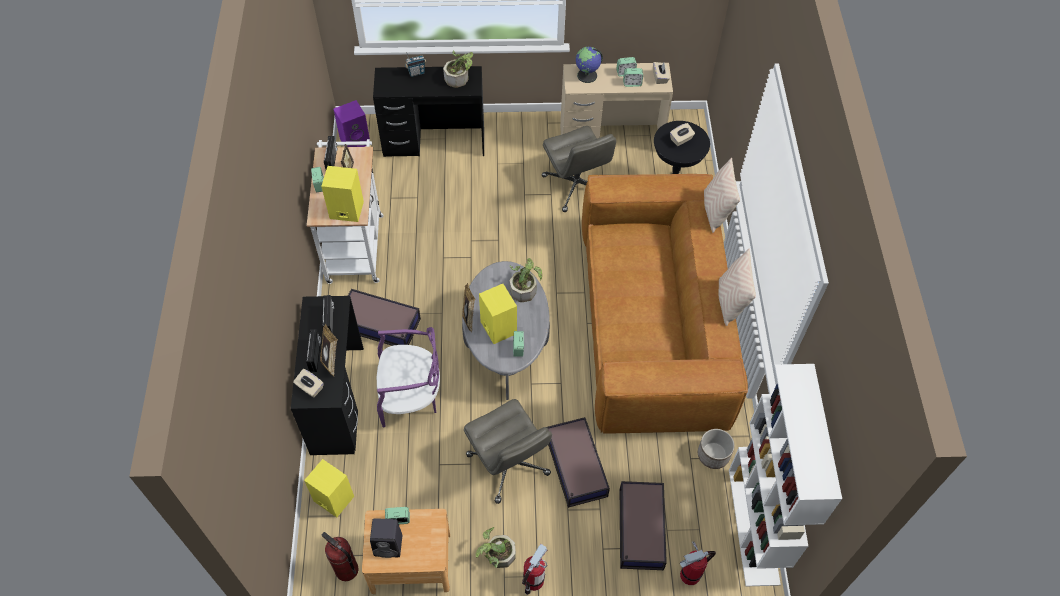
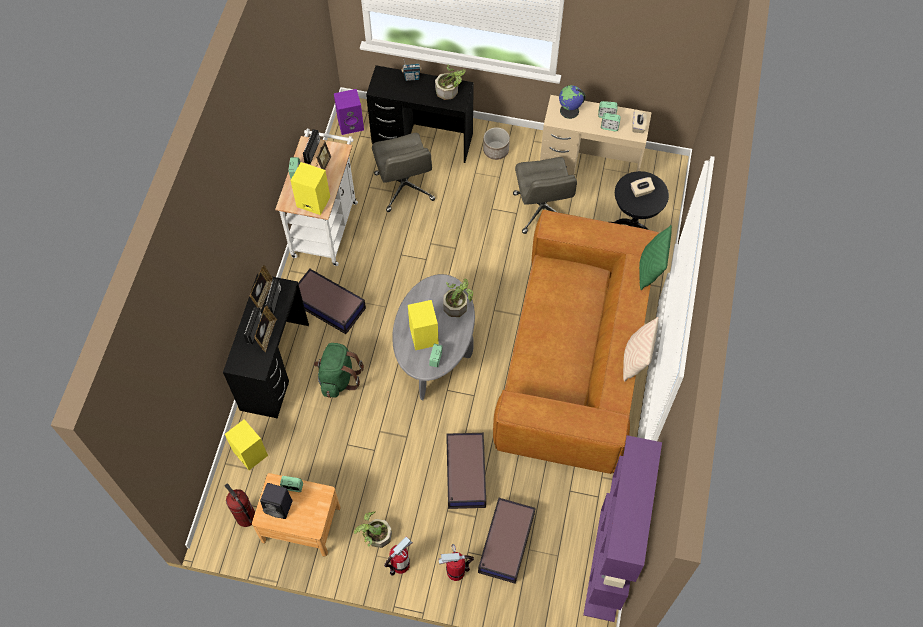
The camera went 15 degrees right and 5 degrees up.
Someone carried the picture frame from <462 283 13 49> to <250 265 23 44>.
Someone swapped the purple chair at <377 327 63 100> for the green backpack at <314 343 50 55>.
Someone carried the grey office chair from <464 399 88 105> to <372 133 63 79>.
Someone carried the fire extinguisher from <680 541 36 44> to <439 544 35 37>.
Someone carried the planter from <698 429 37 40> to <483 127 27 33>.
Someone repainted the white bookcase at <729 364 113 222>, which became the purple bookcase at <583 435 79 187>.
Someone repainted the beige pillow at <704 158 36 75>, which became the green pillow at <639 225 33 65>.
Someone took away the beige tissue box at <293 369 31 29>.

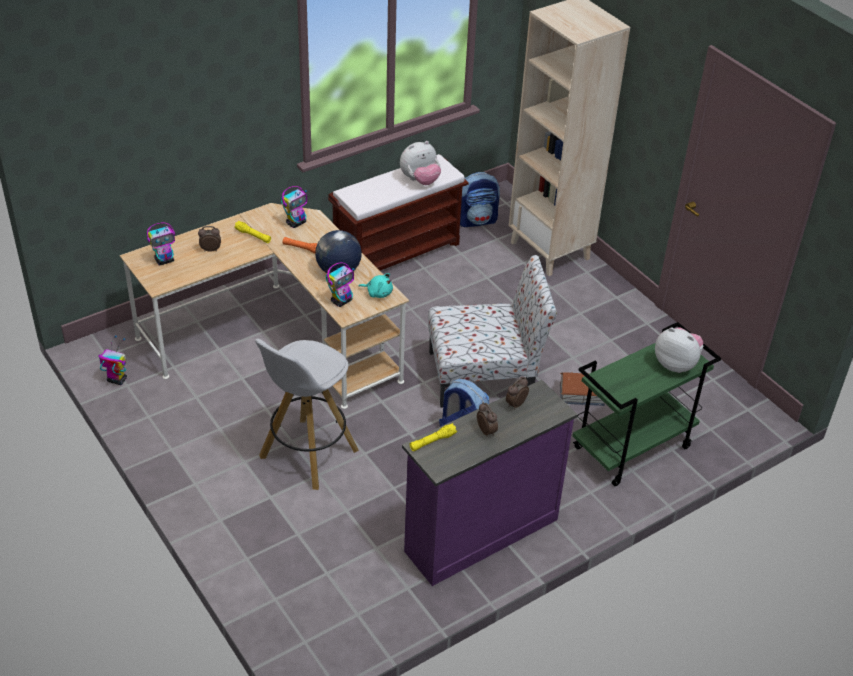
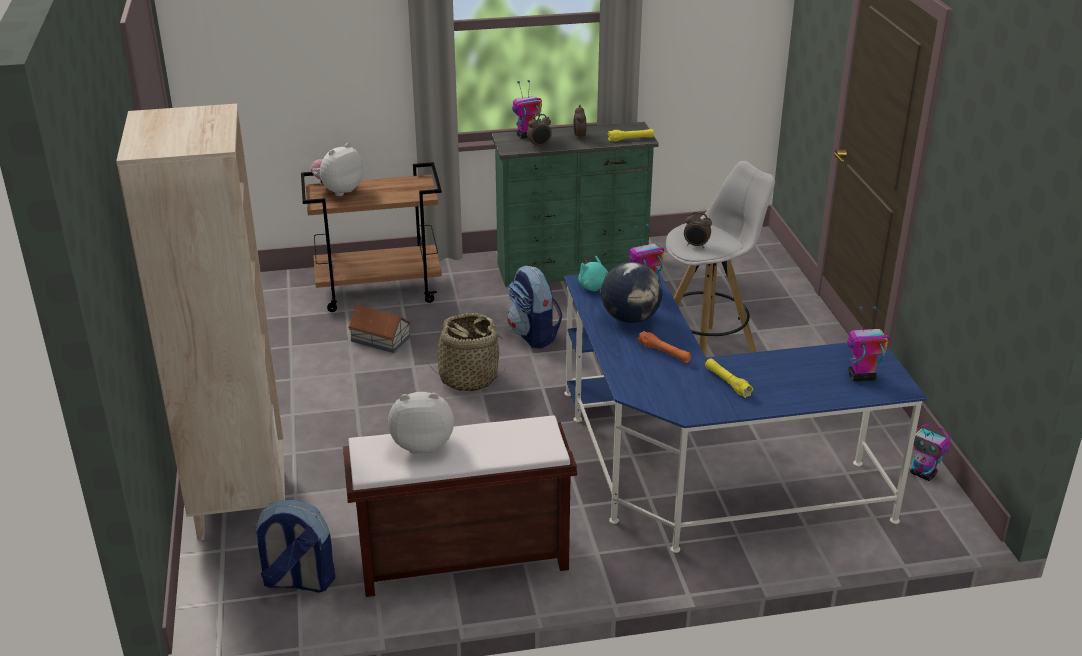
The camera went 155 degrees left and 10 degrees down.
Someone repainted the green cart at <573 322 148 164>, which became the brown cart at <301 162 141 150>.
Someone rotated the plush toy at <655 327 48 46> by 75 degrees clockwise.
Someone swapped the chair at <428 255 129 153> for the basket at <425 313 81 78>.
Someone repainted the purple dresser at <402 380 176 206>, which became the green dresser at <492 122 166 165>.
Someone carried the toy robot from <281 186 26 42> to <512 80 30 59>.
Someone repainted the beige desk at <120 203 289 206>, which became the blue desk at <564 267 363 286>.
Someone carried the alarm clock from <198 226 23 26> to <684 212 28 36>.

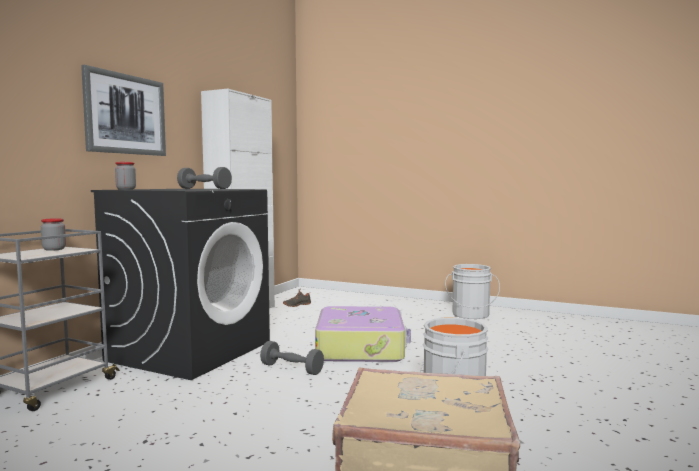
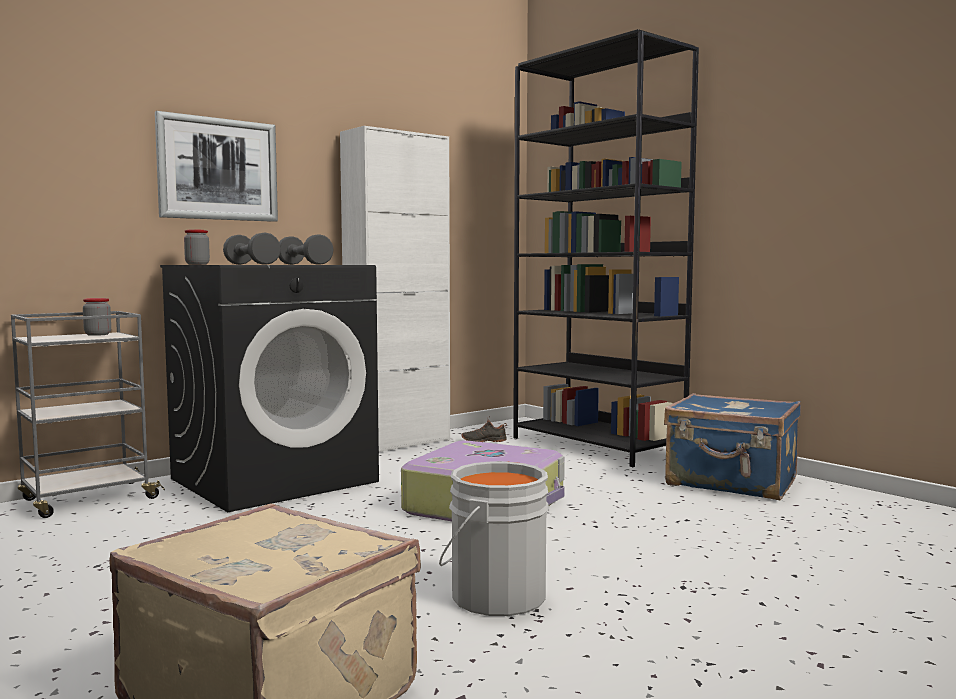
The camera went 25 degrees right and 0 degrees up.
Someone carried the grey dumbbell from <260 341 64 34> to <223 233 58 32>.
Someone put down the black bookcase at <513 29 186 438>.
Someone swapped the grey bucket at <445 264 55 55> for the blue suitcase at <664 393 137 107>.

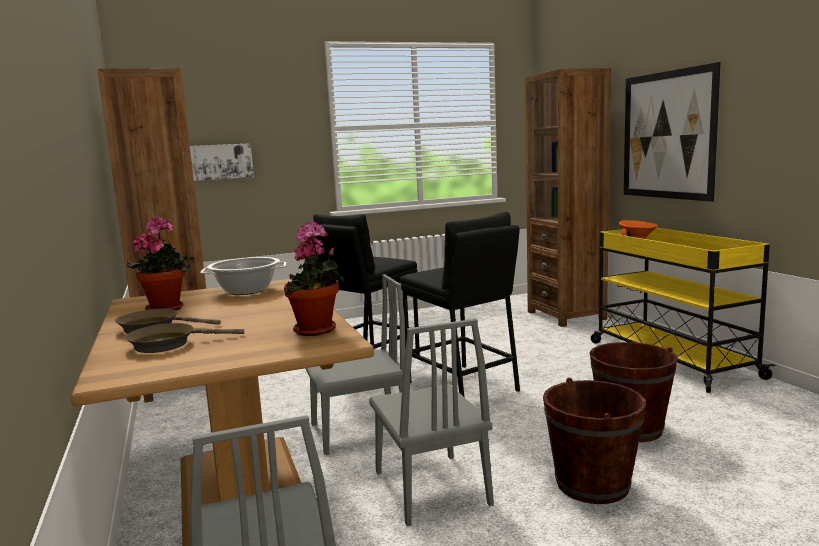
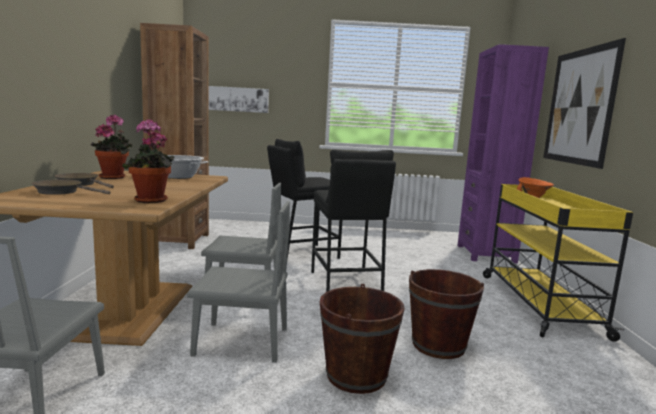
The camera went 20 degrees right and 0 degrees up.
Someone rotated the grey chair at <369 319 125 207> by 90 degrees counterclockwise.
Someone repainted the brown bookcase at <525 68 86 259>, which became the purple bookcase at <457 44 92 220>.

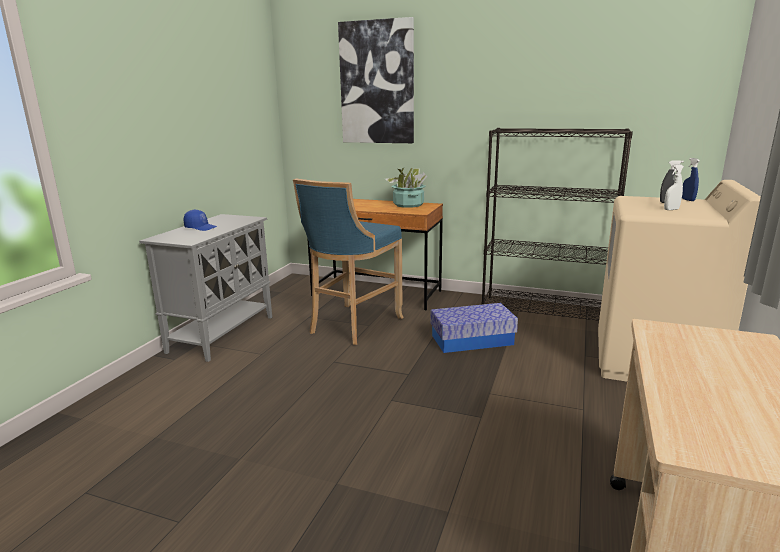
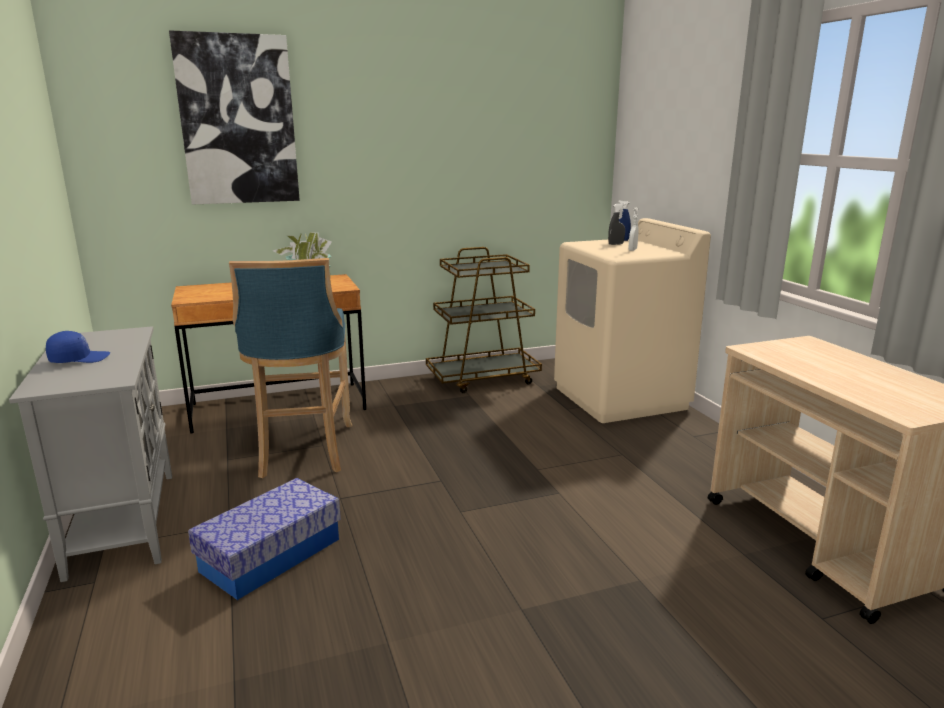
The camera went 40 degrees left and 0 degrees up.
Someone carried the storage box from <430 303 88 50> to <188 478 153 122>.
Someone swapped the black bookcase at <481 128 152 193> for the brown cart at <426 247 116 146>.

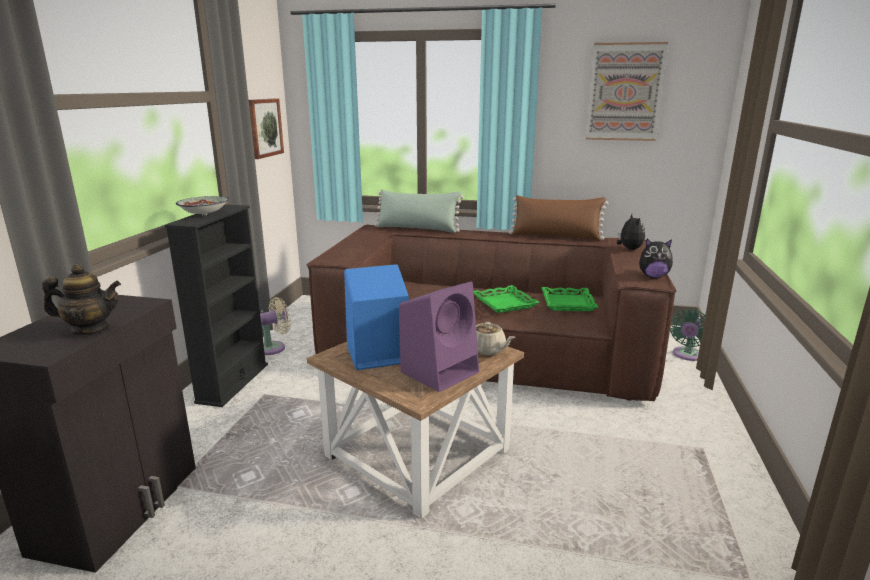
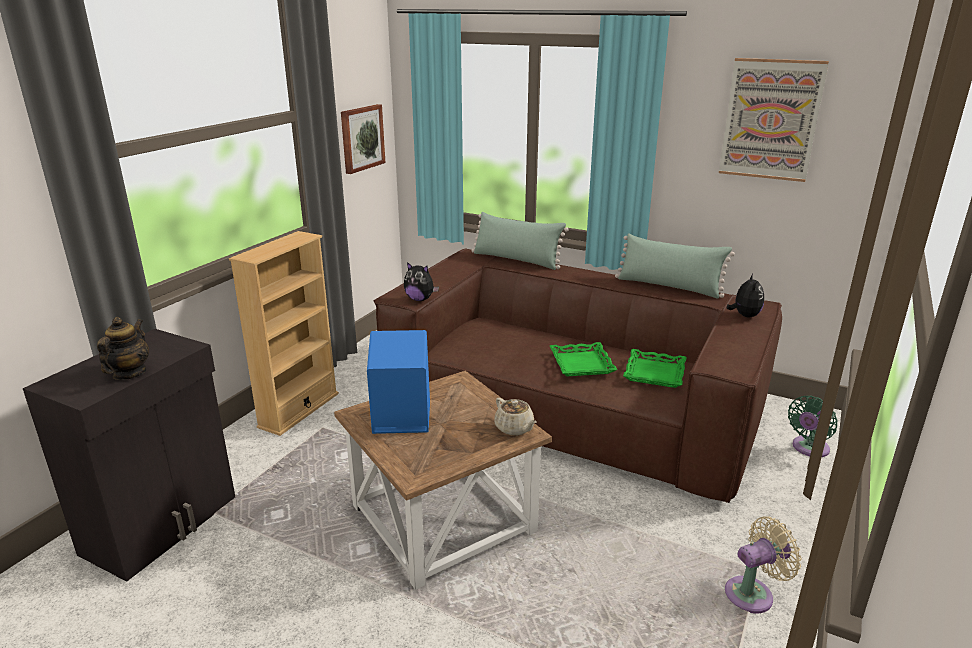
The camera went 15 degrees right and 5 degrees up.
Someone rotated the teapot at <42 264 79 72> by 90 degrees counterclockwise.
Someone repainted the black bookcase at <165 204 103 203>, which became the beige bookcase at <229 231 110 205>.
Someone carried the plush toy from <639 239 34 39> to <404 262 35 39>.
Someone repainted the brown pillow at <509 195 99 46>, which became the green pillow at <615 233 120 66>.
Someone carried the beige fan from <260 297 31 58> to <725 516 77 97>.
Someone took away the bowl at <176 196 53 20>.
Someone took away the purple speaker at <399 281 80 111>.

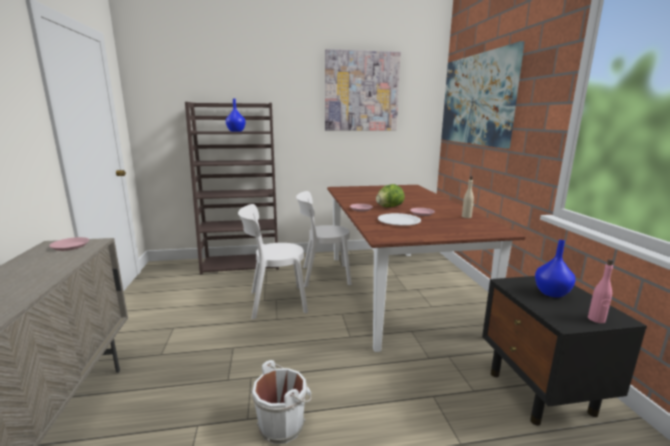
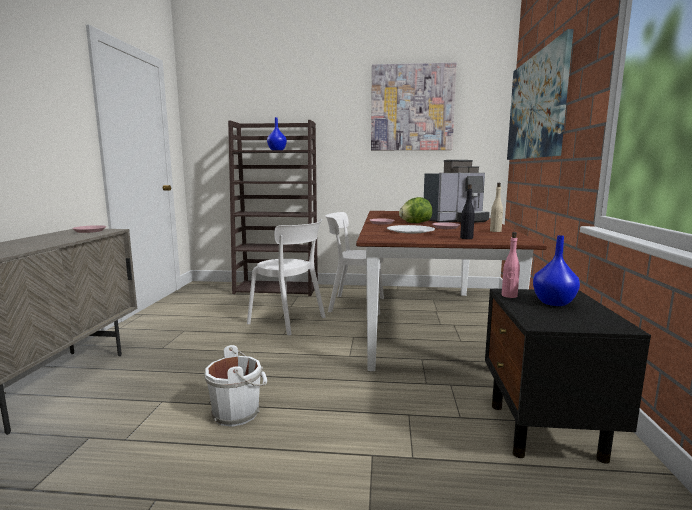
The camera went 15 degrees right and 5 degrees down.
Someone rotated the white chair at <238 204 70 115> by 150 degrees counterclockwise.
Someone put down the coffee machine at <424 160 66 63>.
Someone put down the black bottle at <460 184 15 55>.
Someone carried the pink bottle from <588 259 25 64> to <502 232 18 66>.

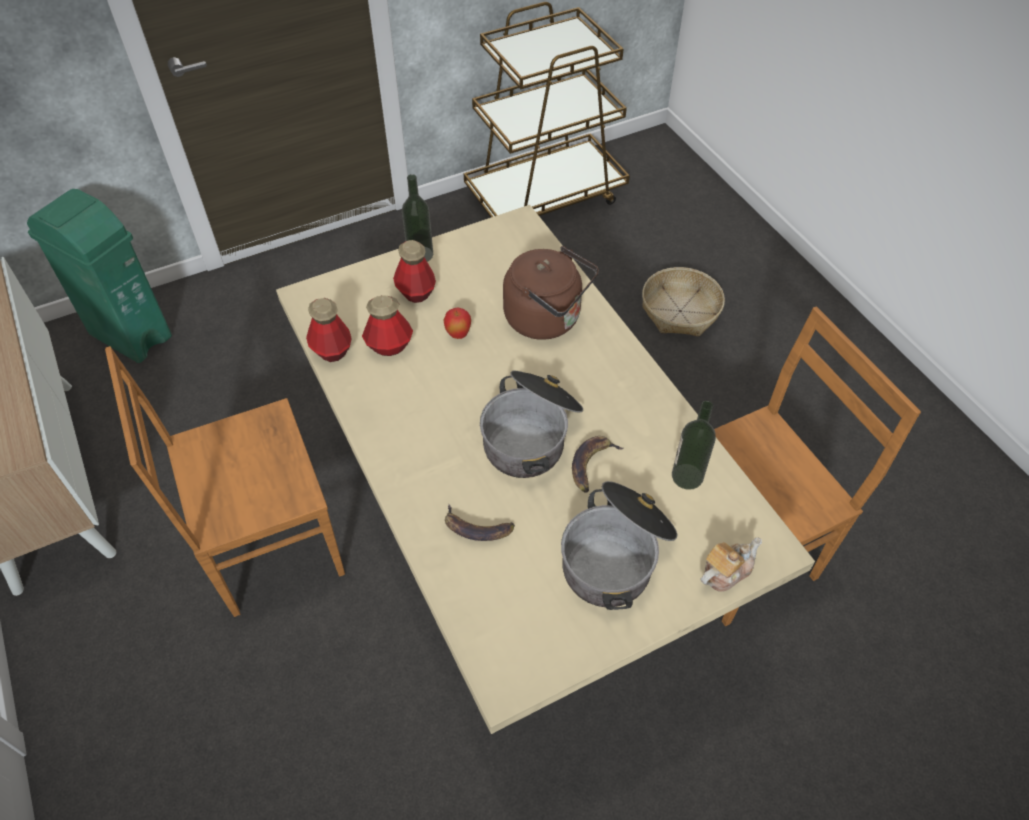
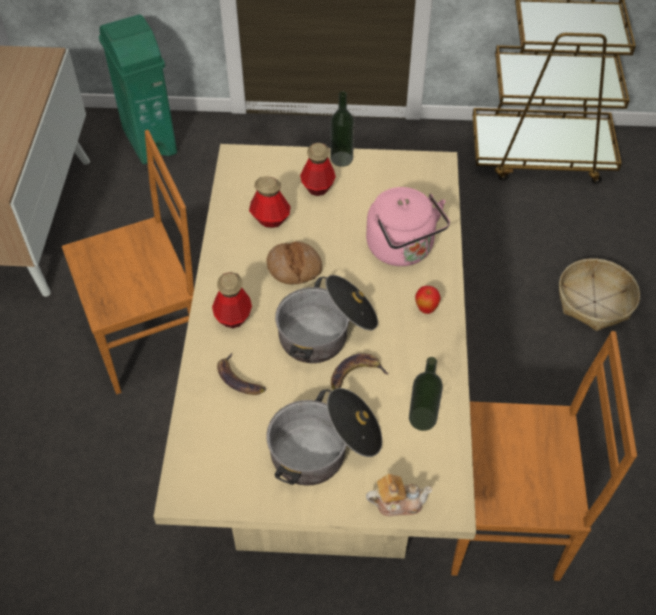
The camera went 30 degrees right and 0 degrees up.
Someone rotated the brown chair at <105 346 240 271> by 150 degrees clockwise.
Someone carried the bottle from <306 298 46 64> to <212 272 40 56>.
Someone put down the bread at <267 241 55 43>.
Someone repainted the brown kettle at <503 246 96 94>, which became the pink kettle at <366 187 84 79>.
Someone carried the apple from <444 307 27 32> to <415 286 26 28>.

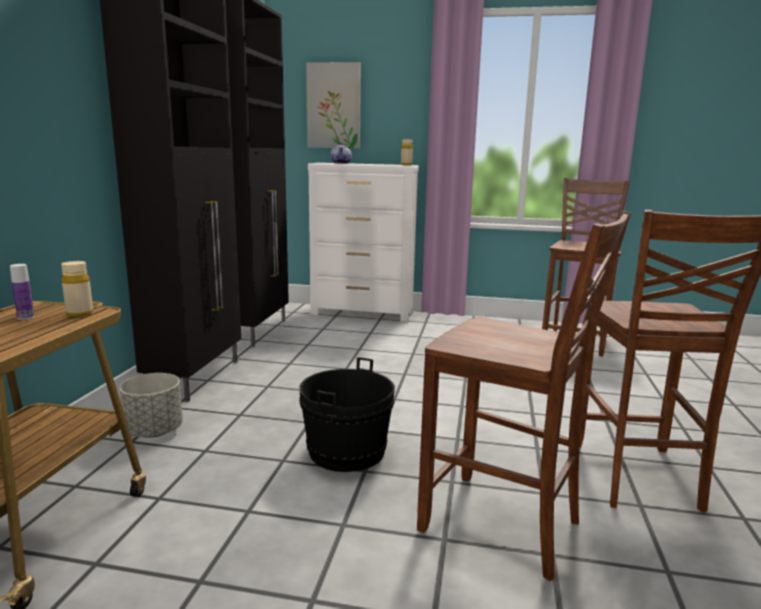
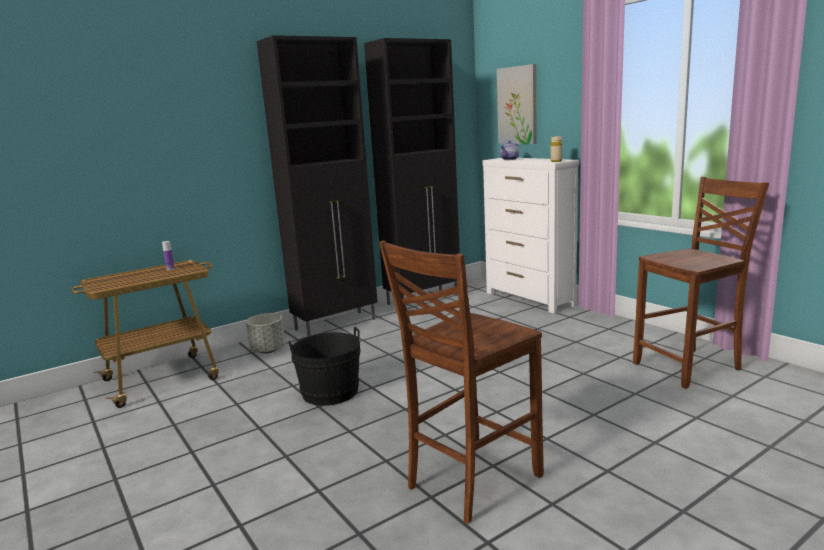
The camera went 45 degrees right and 0 degrees up.
Someone took away the beige bottle at <61 261 32 56>.
Someone took away the brown chair at <417 211 214 370>.

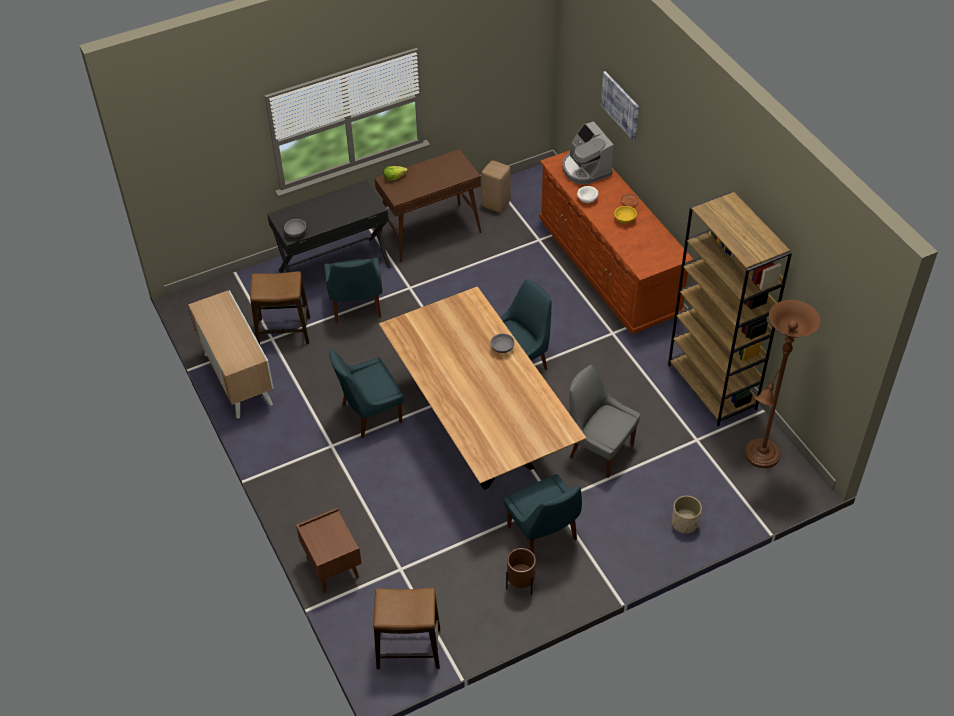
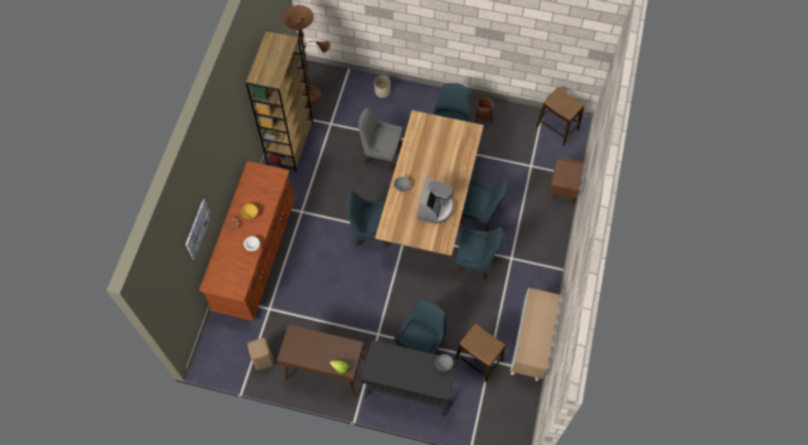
The camera went 140 degrees left and 15 degrees up.
Someone rotated the grey chair at <569 365 71 113> by 120 degrees clockwise.
Someone carried the coffee machine from <562 121 52 63> to <417 177 37 47>.
Someone put down the blue chair at <460 180 48 51>.

